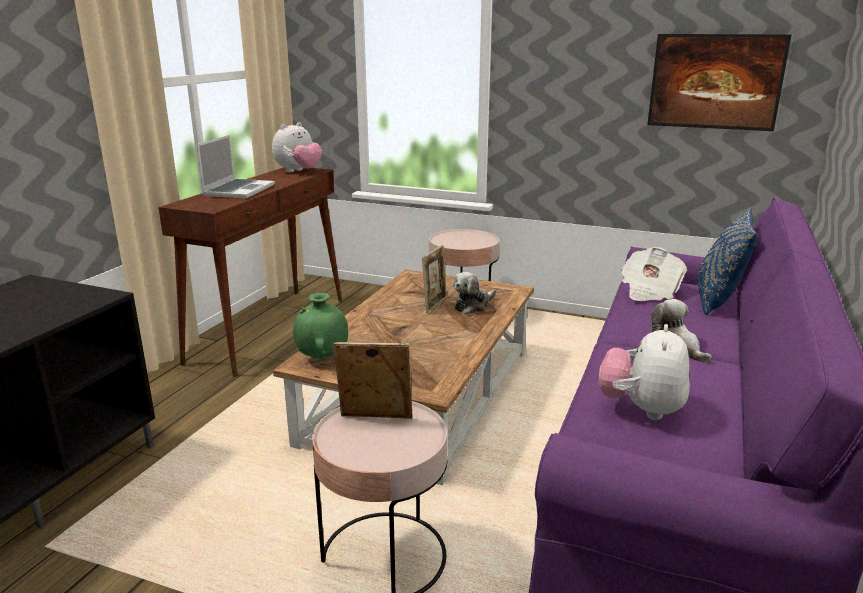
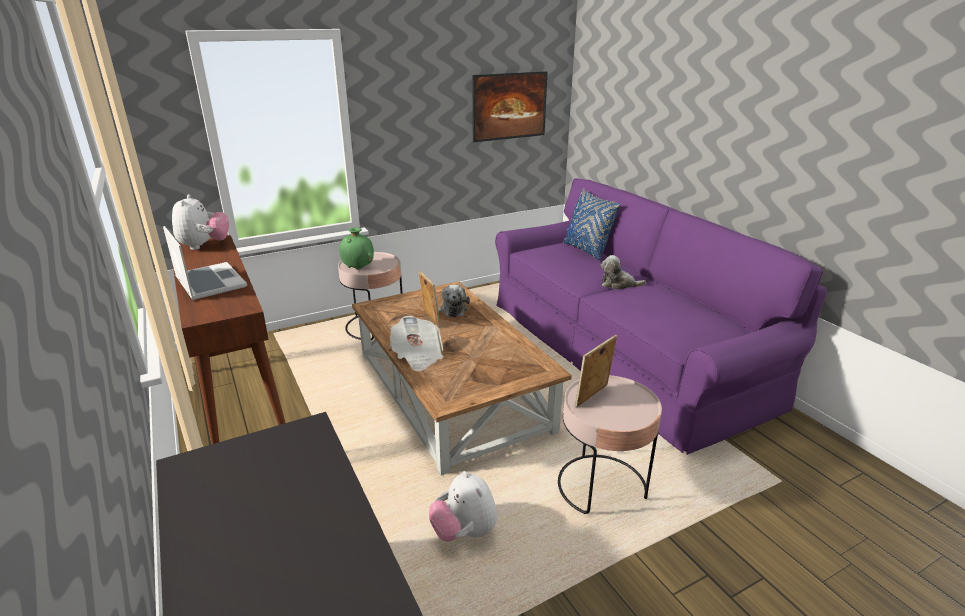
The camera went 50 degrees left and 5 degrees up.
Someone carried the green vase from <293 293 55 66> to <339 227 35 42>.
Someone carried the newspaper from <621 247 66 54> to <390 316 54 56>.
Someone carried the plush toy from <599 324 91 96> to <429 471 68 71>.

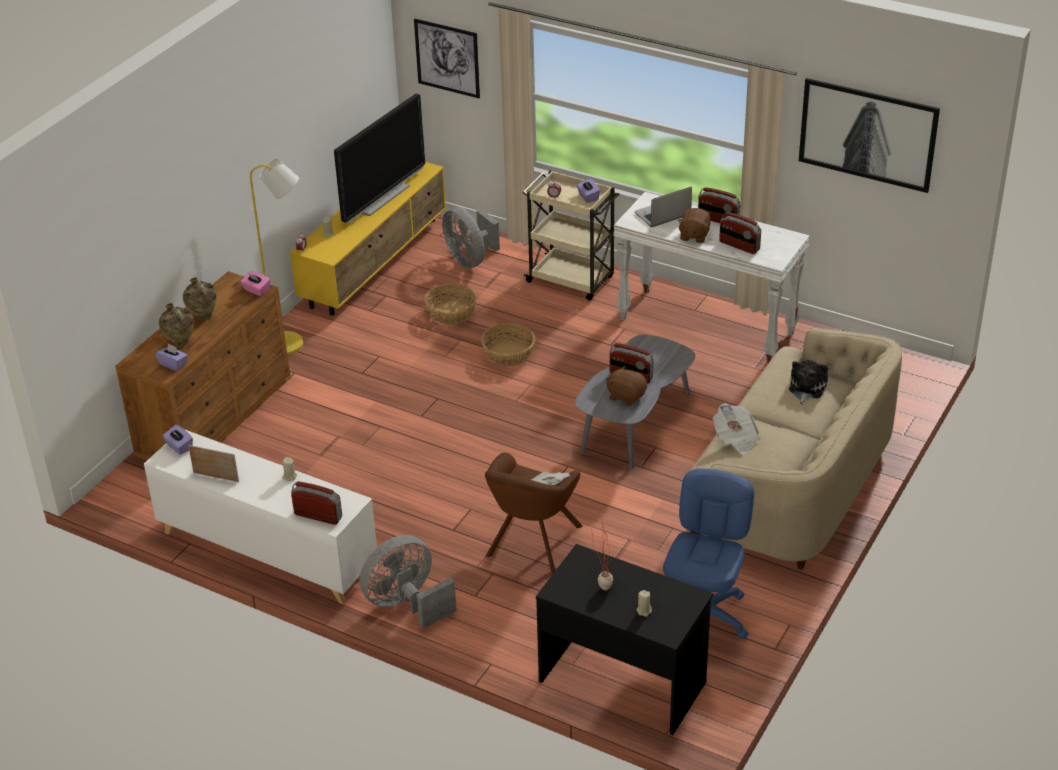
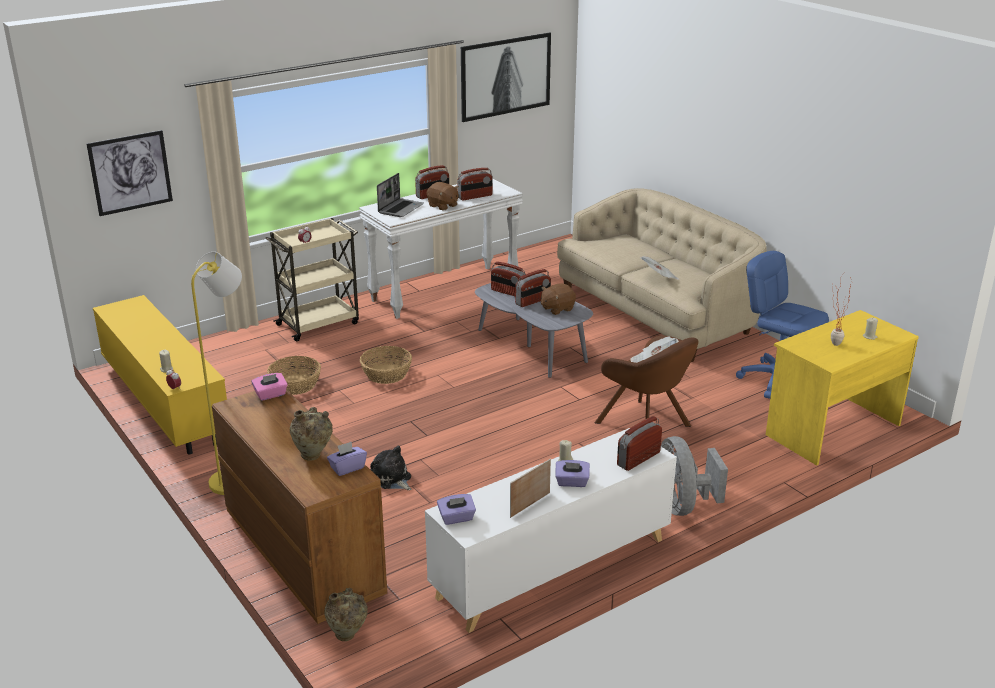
The camera went 65 degrees left and 10 degrees down.
Someone carried the beige vase from <183 277 34 43> to <324 587 44 54>.
Someone carried the plush toy from <789 360 39 45> to <370 446 41 44>.
Someone rotated the laptop at <634 187 58 40> by 150 degrees counterclockwise.
Someone put down the radio at <491 262 35 34>.
Someone carried the purple tissue box from <577 178 23 25> to <555 460 35 27>.
Someone repainted the black desk at <536 544 177 191>, which became the yellow desk at <766 310 153 156>.
Someone took away the television at <334 94 91 130>.
Someone took away the grey fan at <442 207 58 61>.

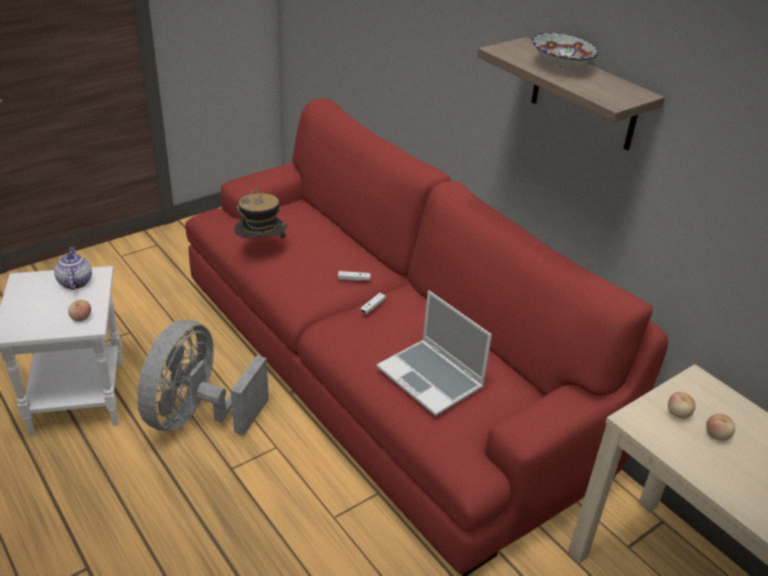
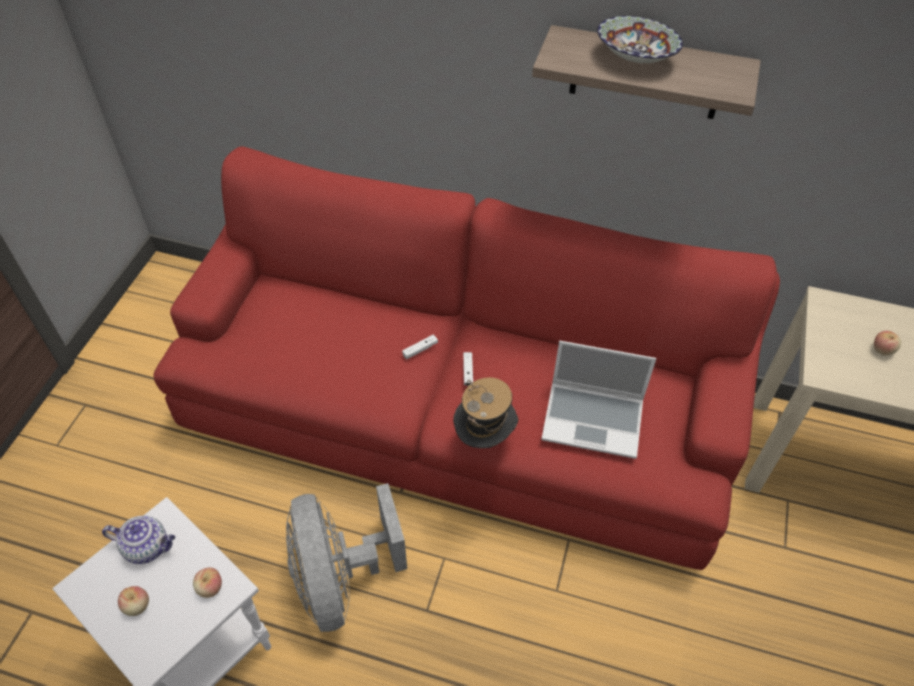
The camera went 35 degrees left and 15 degrees up.
Someone rotated the teapot at <54 247 38 43> by 150 degrees clockwise.
Someone carried the apple from <668 392 28 27> to <118 586 31 30>.
Someone carried the hat from <234 187 54 53> to <453 377 65 71>.

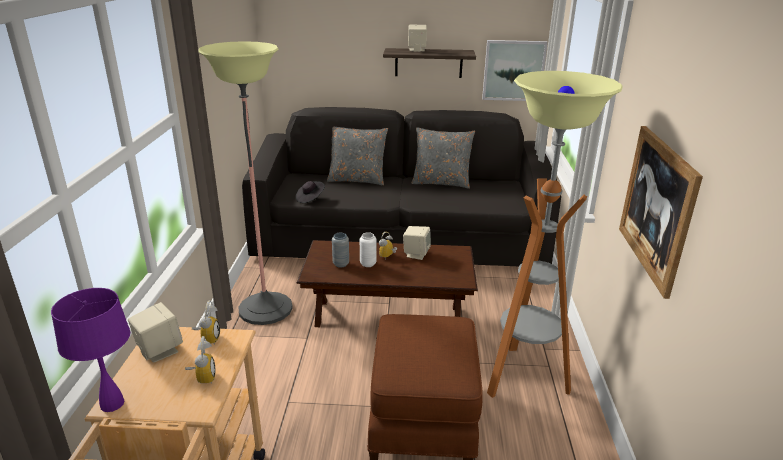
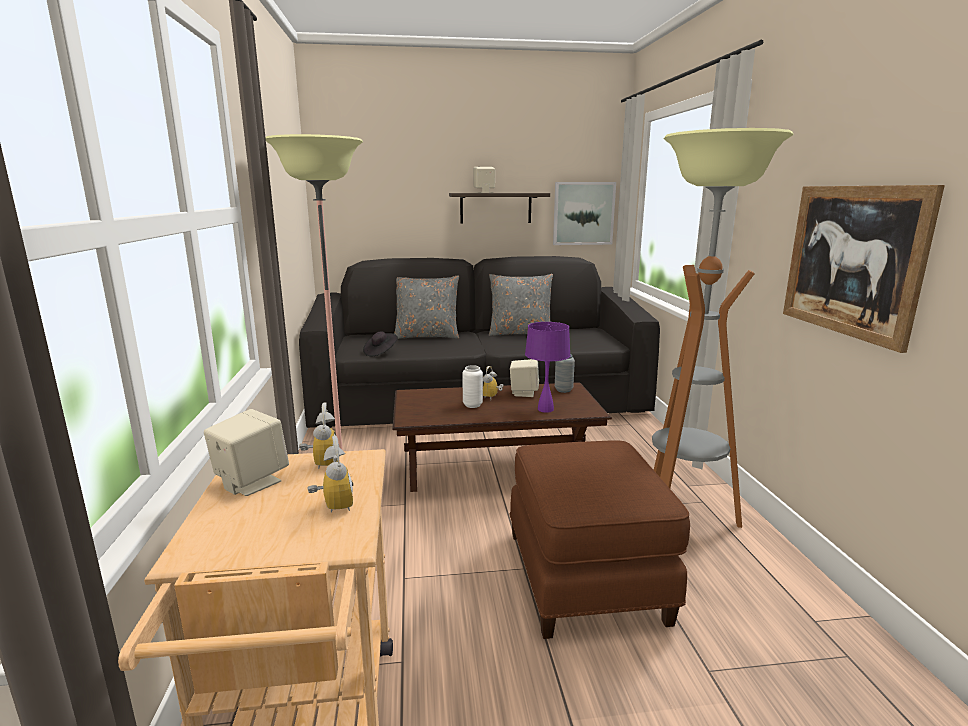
The camera went 10 degrees left and 10 degrees down.
Someone carried the purple table lamp from <51 288 79 124> to <525 322 46 91>.
Someone carried the grey vase from <332 233 17 35> to <555 354 20 39>.

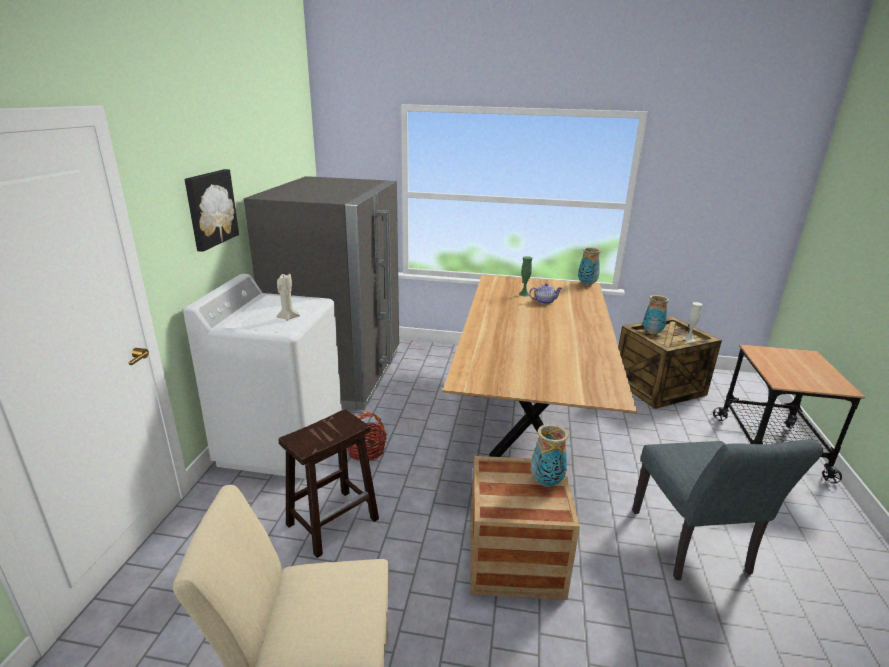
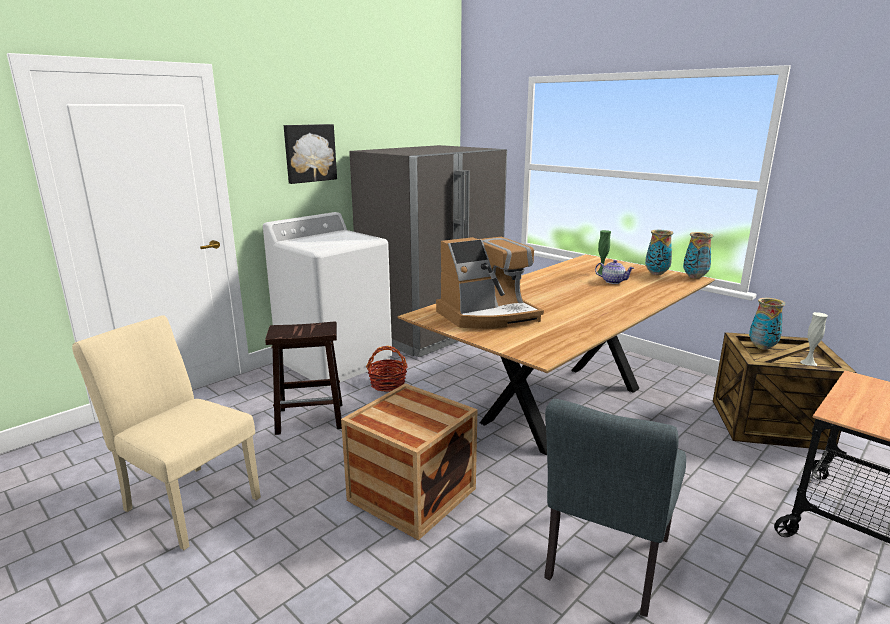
The camera went 35 degrees right and 5 degrees down.
Someone put down the coffee machine at <436 237 108 92>.
Someone carried the vase from <531 424 38 63> to <645 230 28 45>.
Someone took away the beige candle at <276 274 24 47>.

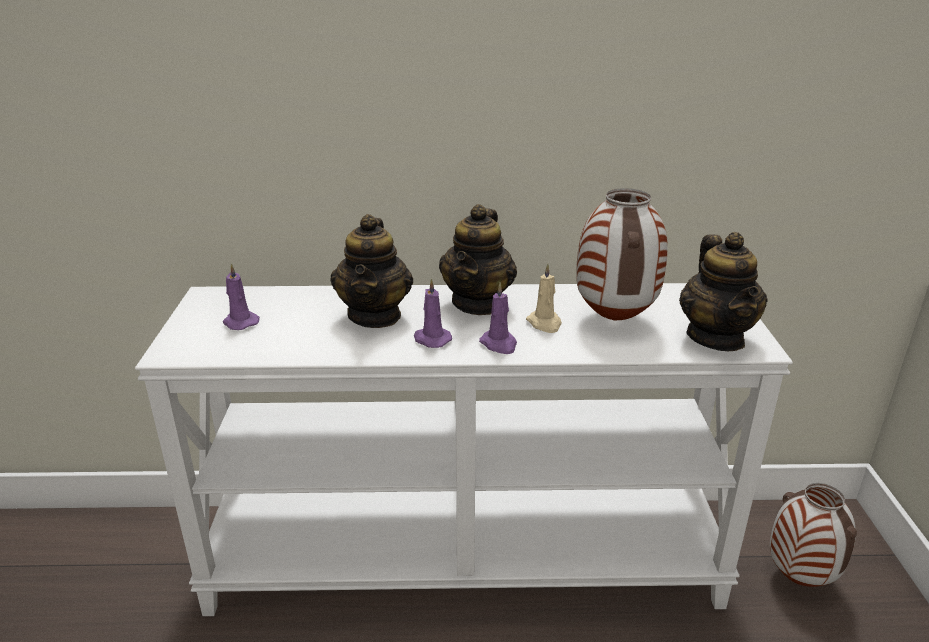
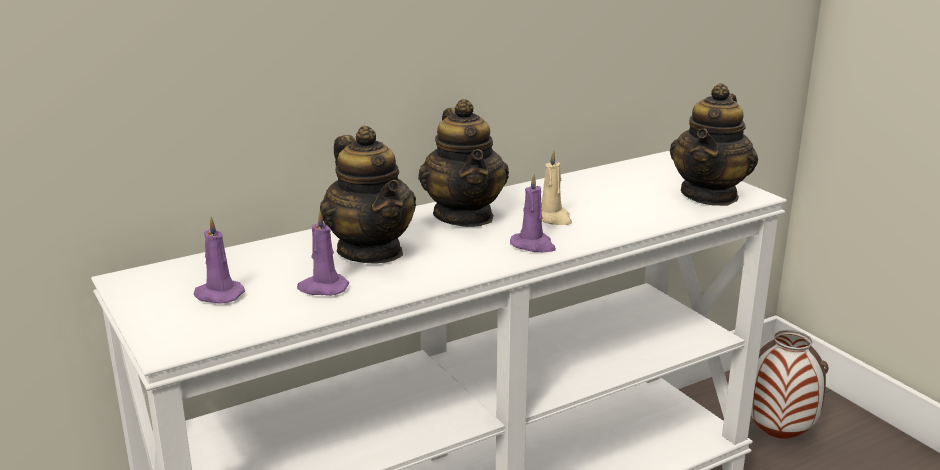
The camera went 30 degrees left and 5 degrees down.
Someone carried the purple candle from <414 278 38 70> to <297 209 52 87>.
Someone rotated the teapot at <679 232 89 119> by 60 degrees clockwise.
Someone took away the vase at <576 188 92 133>.

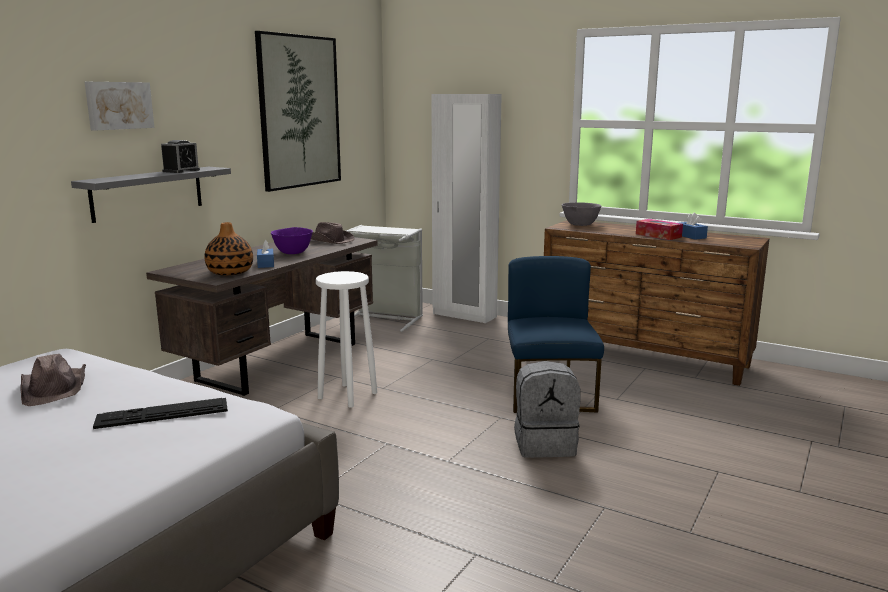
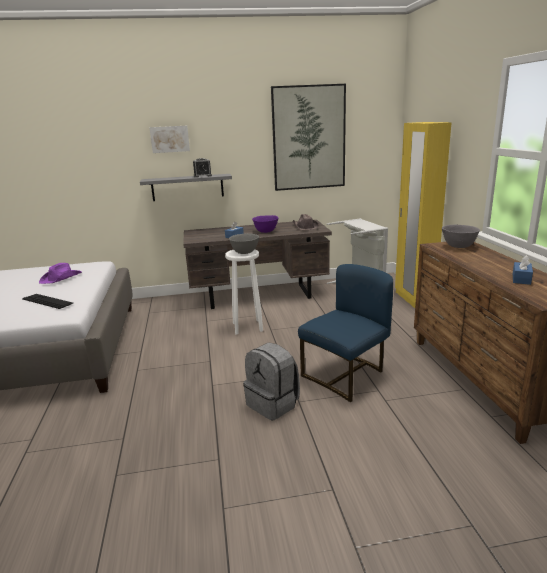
The camera went 50 degrees right and 5 degrees up.
Someone repainted the brown hat at <20 354 66 52>, which became the purple hat at <39 263 43 21>.
Someone put down the grey bowl at <229 233 30 21>.
Someone repainted the white wardrobe at <431 94 71 229>, which became the yellow wardrobe at <395 122 57 186>.
Someone took away the vase at <204 222 49 53>.
Someone took away the tissue box at <636 219 47 21>.

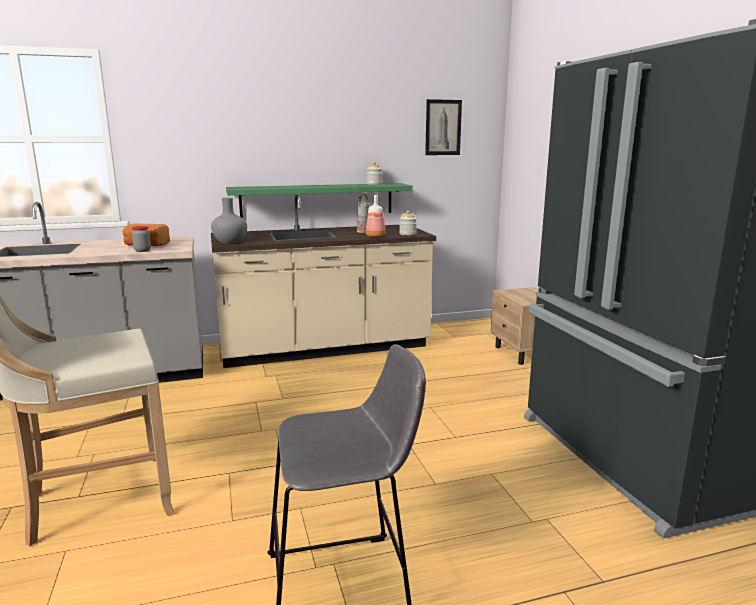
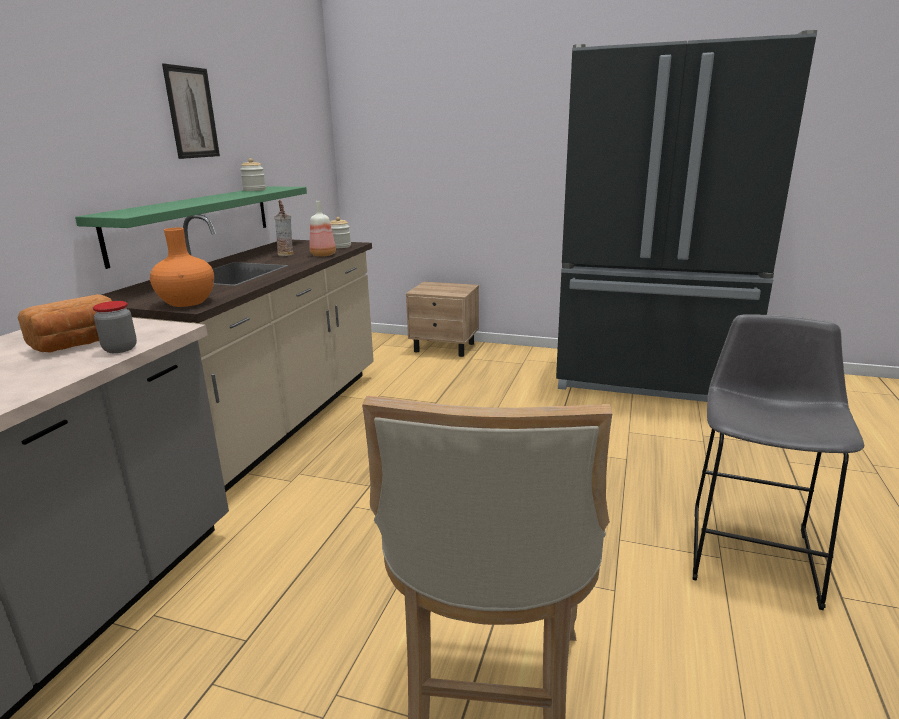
The camera went 55 degrees left and 5 degrees up.
Someone repainted the grey vase at <211 198 36 46>, which became the orange vase at <150 227 64 80>.
Someone carried the picture from <425 99 37 56> to <162 64 58 95>.

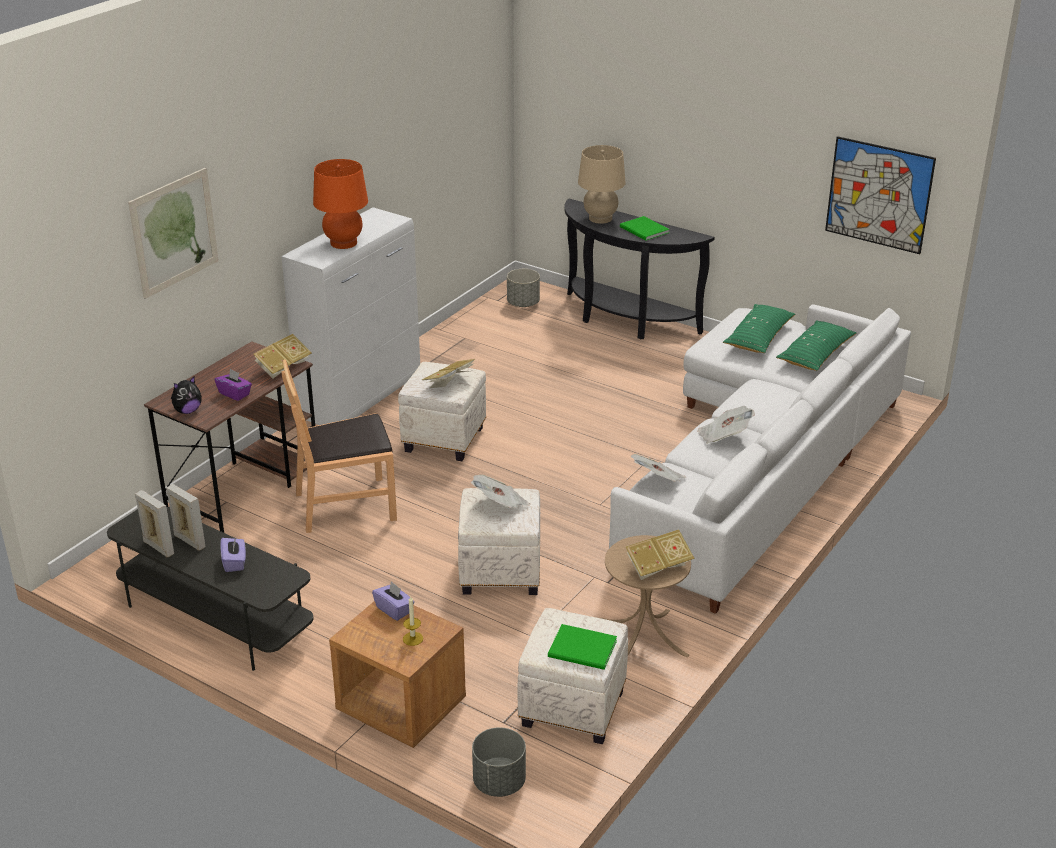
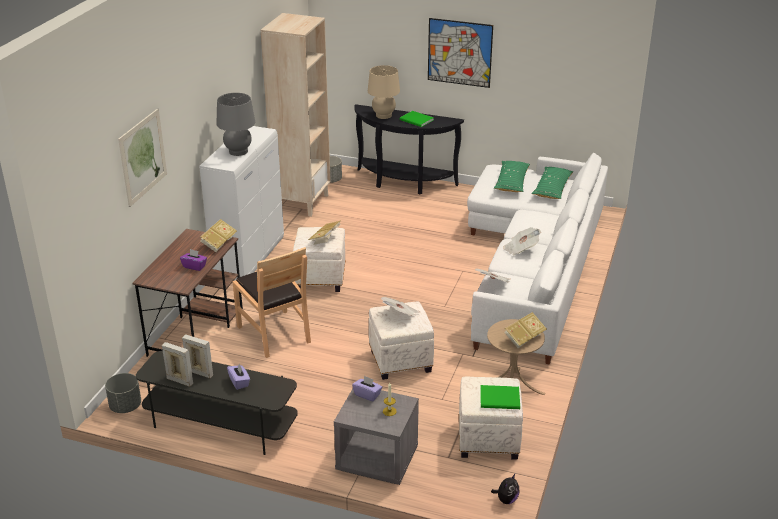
The camera went 15 degrees left and 0 degrees up.
Someone carried the grey planter from <472 727 54 70> to <105 373 36 40>.
Someone repainted the orange table lamp at <313 159 55 90>, which became the grey table lamp at <217 93 38 63>.
Someone rotated the brown chair at <281 359 116 174> by 90 degrees counterclockwise.
Someone put down the beige bookcase at <261 13 70 204>.
Someone repainted the brown nightstand at <329 601 137 147>, which became the grey nightstand at <334 389 85 96>.
Someone carried the picture from <825 136 111 118> to <428 18 65 70>.
Someone carried the plush toy from <171 377 31 37> to <491 474 28 30>.

